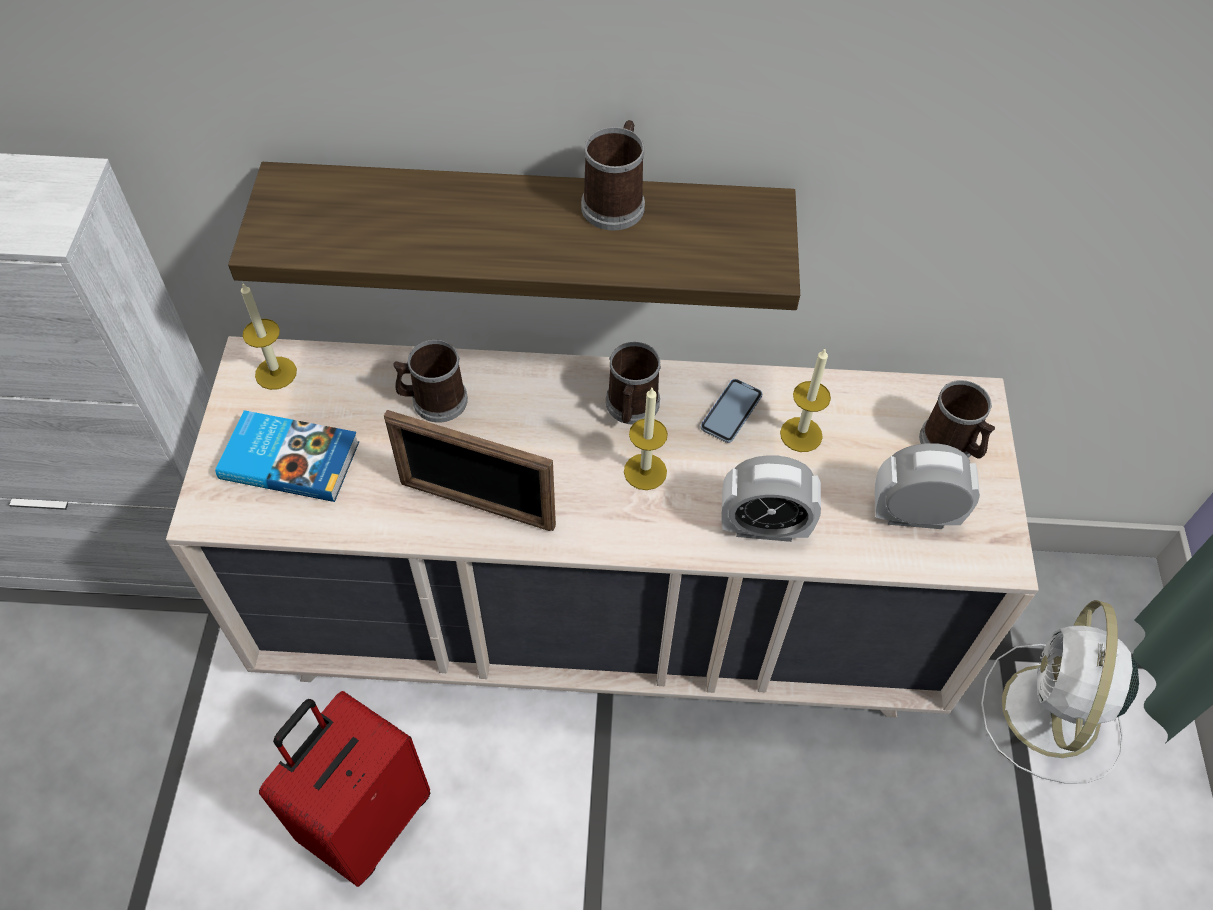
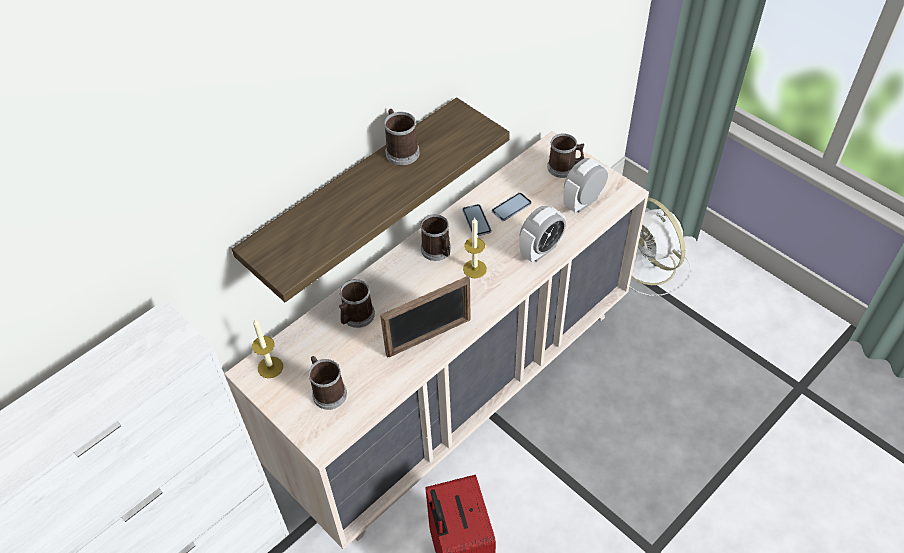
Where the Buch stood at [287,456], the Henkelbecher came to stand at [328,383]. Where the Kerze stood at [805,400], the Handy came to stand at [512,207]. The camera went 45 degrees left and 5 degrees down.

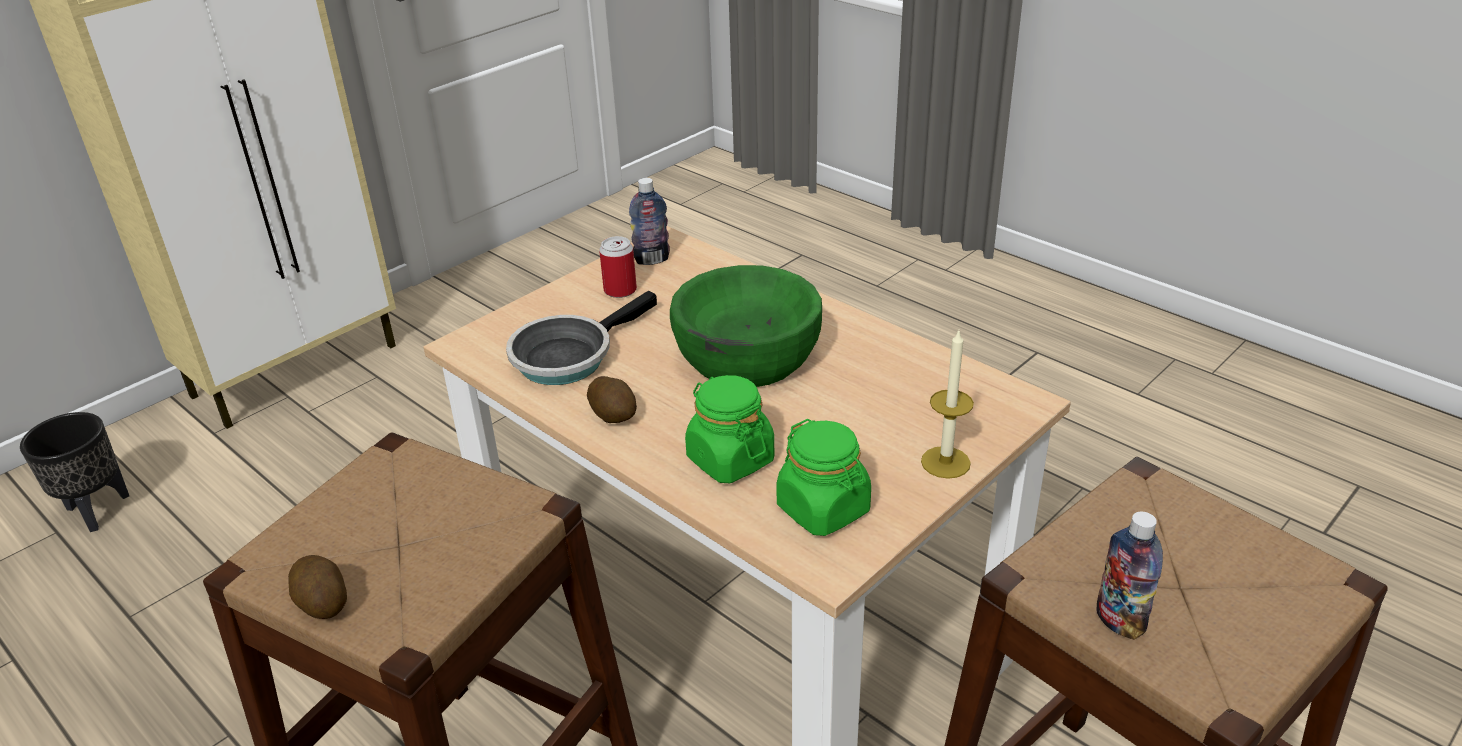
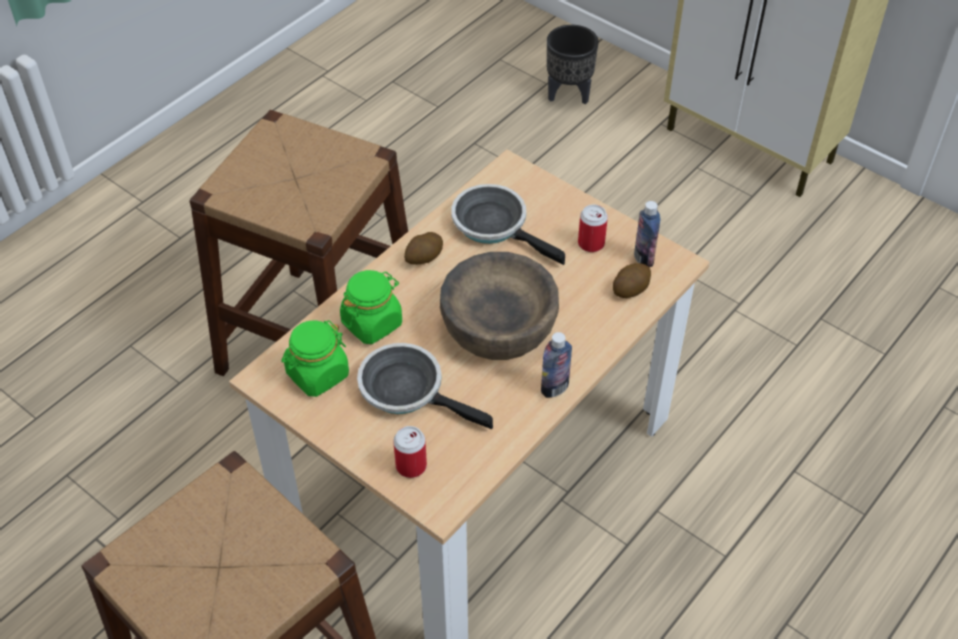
The second view gained the Pfanne at [425,386]. The second view gained the Dose at [410,452]. What was the Schüssel (grün) at [746,326] turned into the Schüssel (braun) at [499,306]. The Flasche ended up elsewhere, having gone from [1129,576] to [556,365]. The Kartoffel ended up elsewhere, having gone from [317,587] to [632,280]. The second view lost the Kerze at [947,404]. The camera went 85 degrees right and 15 degrees up.

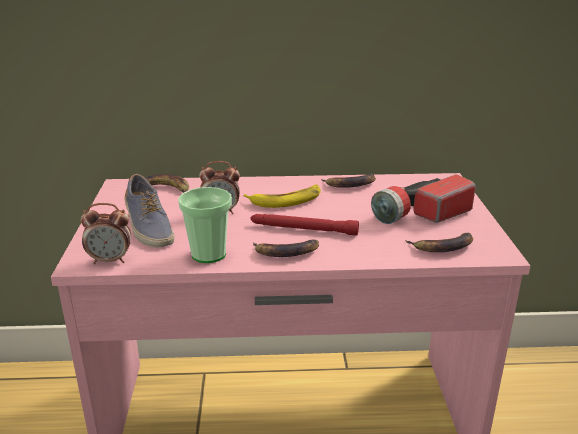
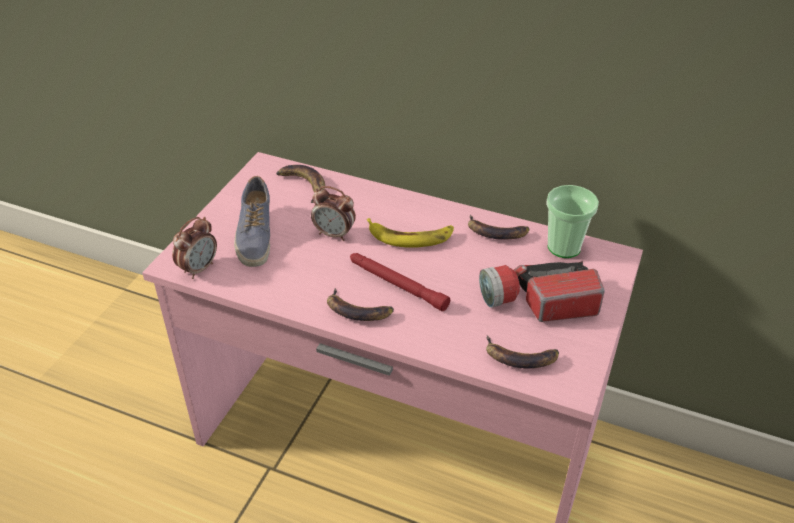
The Wecker at [106,233] ended up facing another way, 75 degrees counterclockwise from before. The Tasse ended up elsewhere, having gone from [205,225] to [572,221]. The camera went 25 degrees right and 15 degrees up.

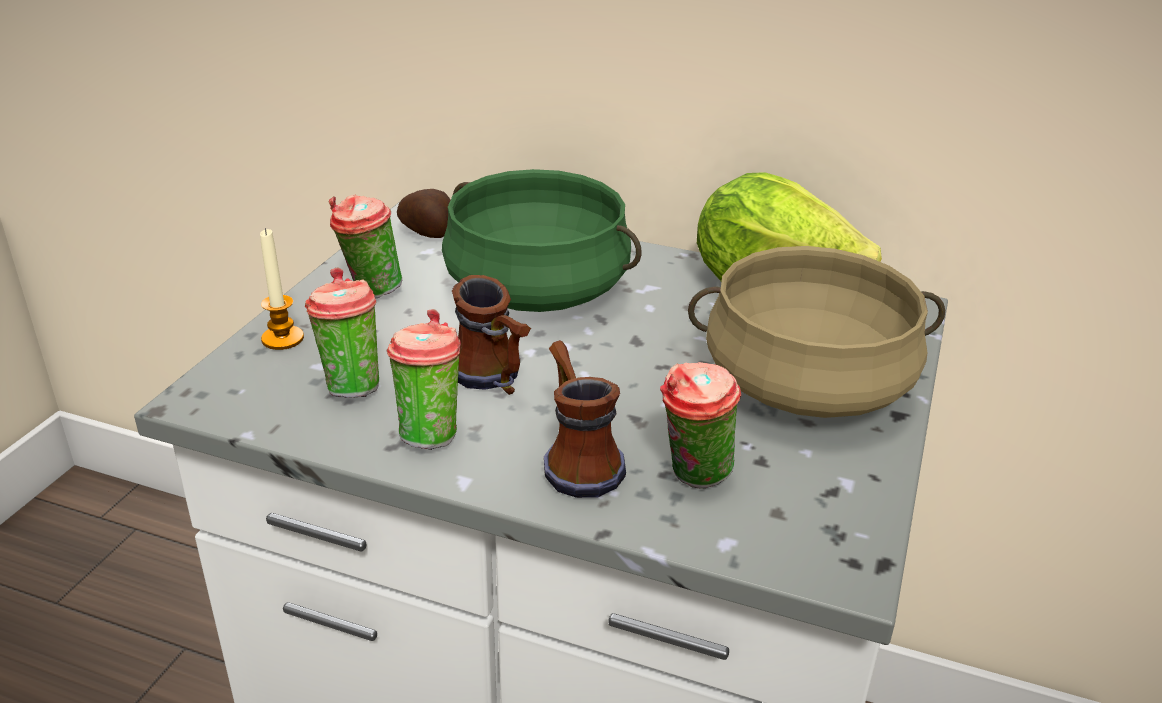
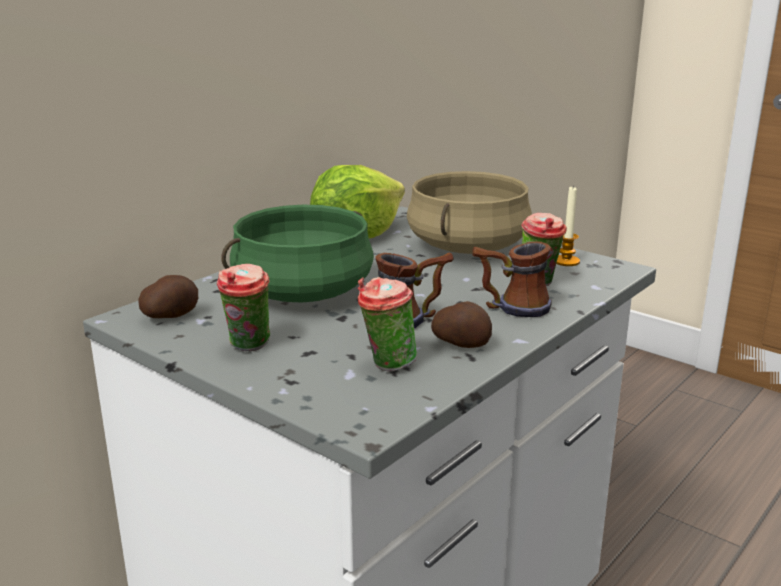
Where the Tasse stood at [423,379], the Kartoffel came to stand at [461,324]. The Kerze ended up elsewhere, having gone from [282,289] to [568,226]. The camera went 70 degrees left and 10 degrees down.

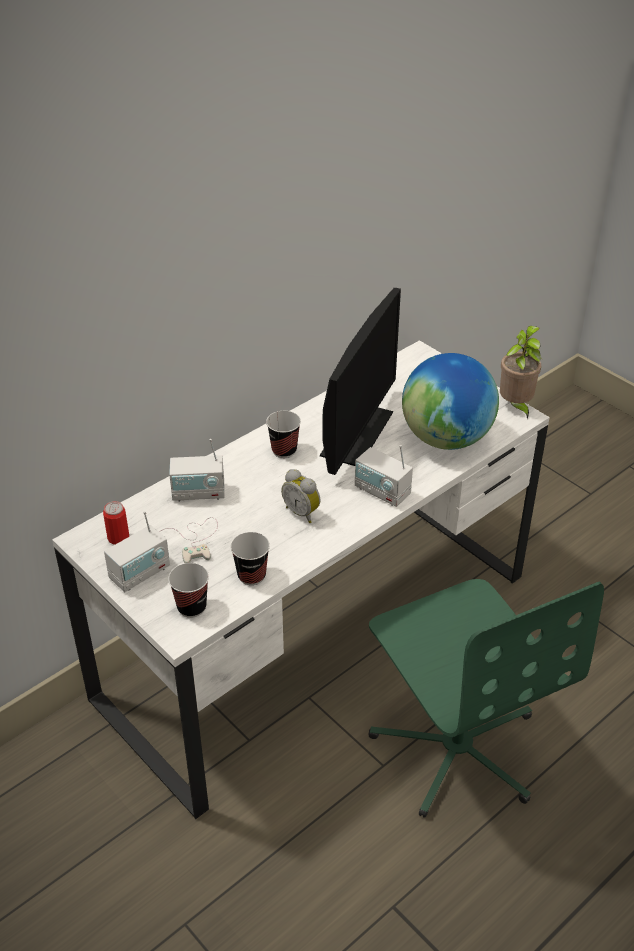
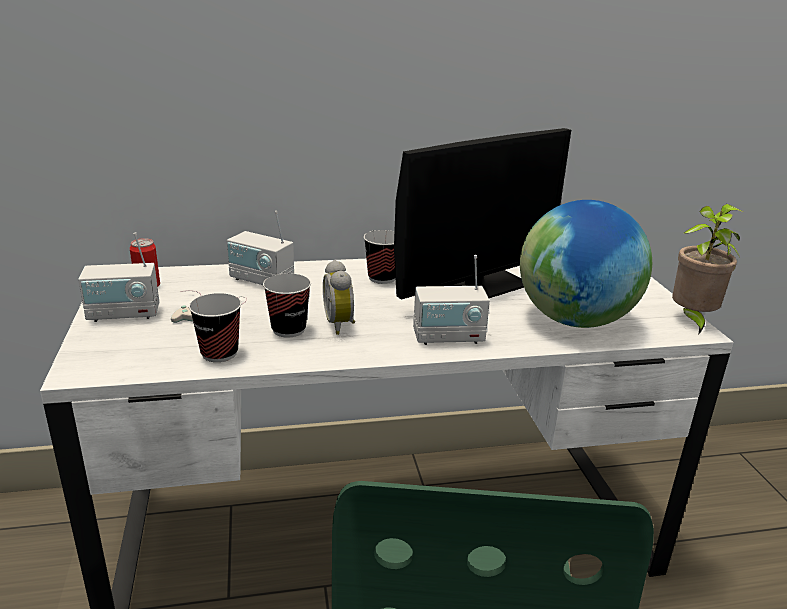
The Tasse ended up elsewhere, having gone from [188,590] to [287,305]. The Radio at [384,476] ended up facing another way, 75 degrees counterclockwise from before. The camera went 30 degrees right and 15 degrees down.

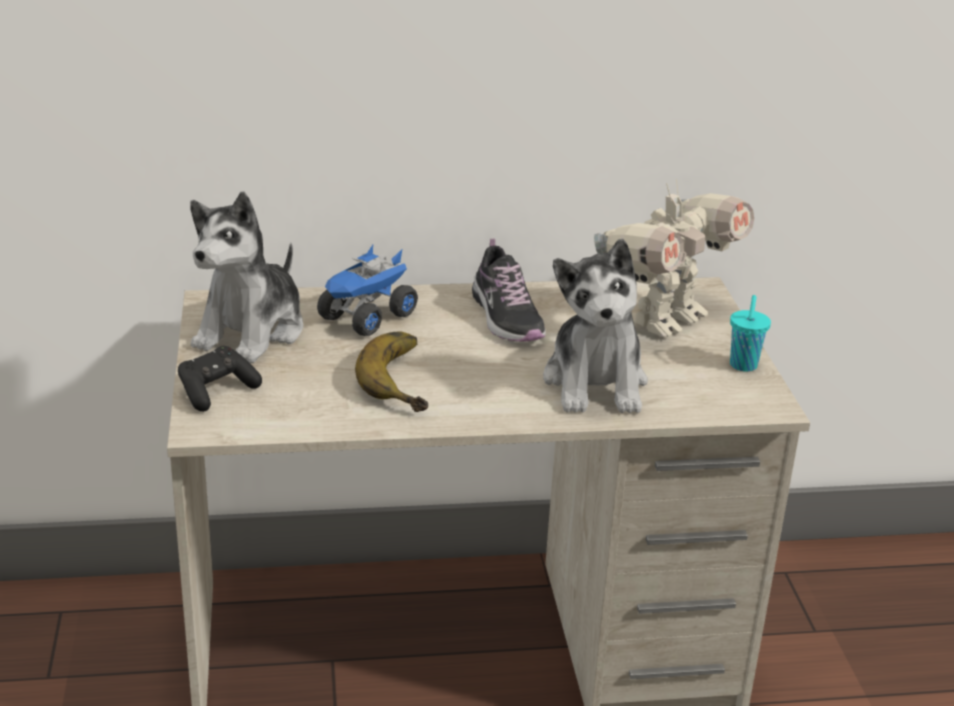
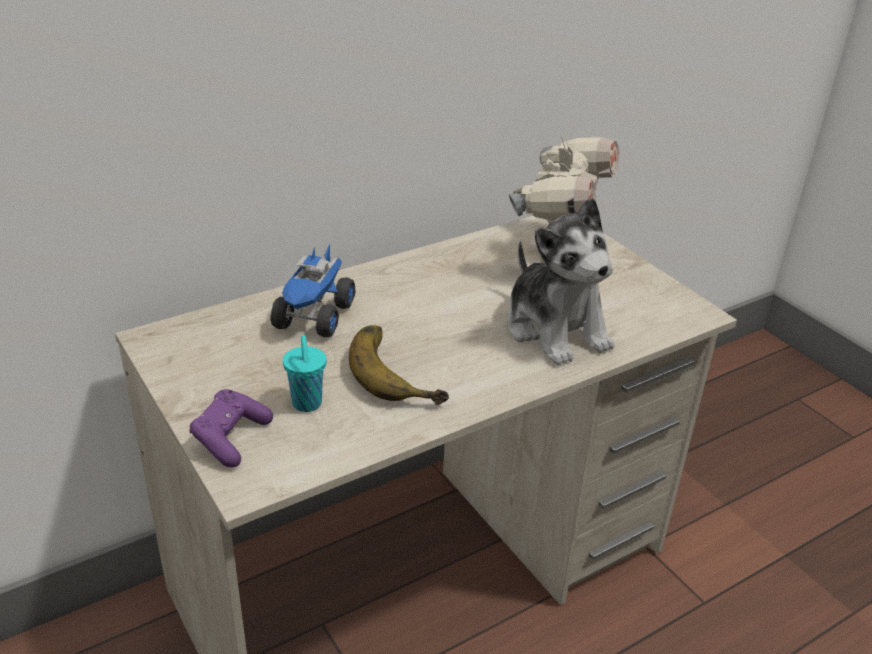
What was the Gamepad (schwarz) at [220,379] turned into the Gamepad (lila) at [231,428]. The Tasse (türkis) ended up elsewhere, having gone from [750,333] to [305,373]. The second view lost the Plüschtier at [246,277]. The second view lost the Schuh at [509,290]. The camera went 25 degrees left and 5 degrees up.

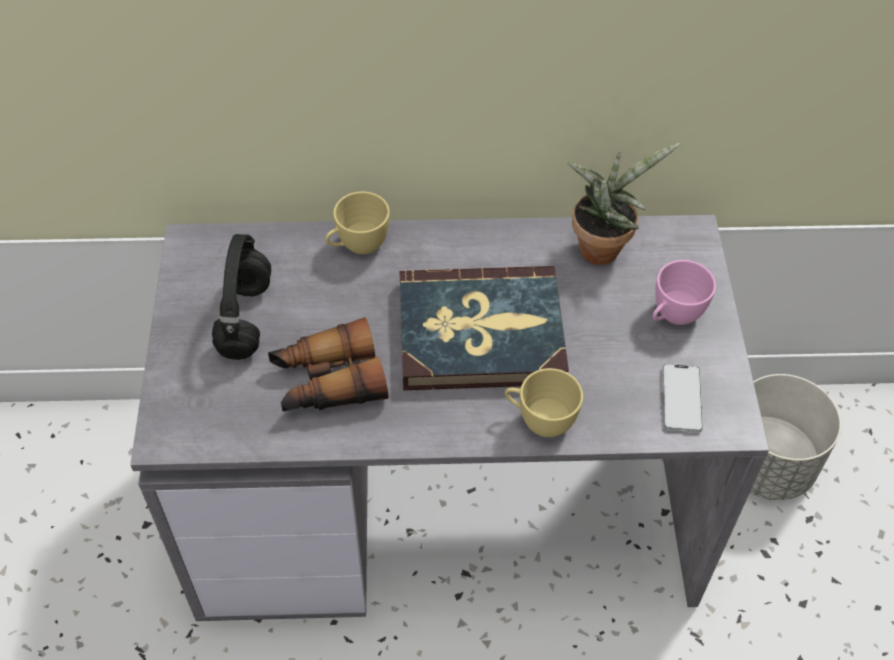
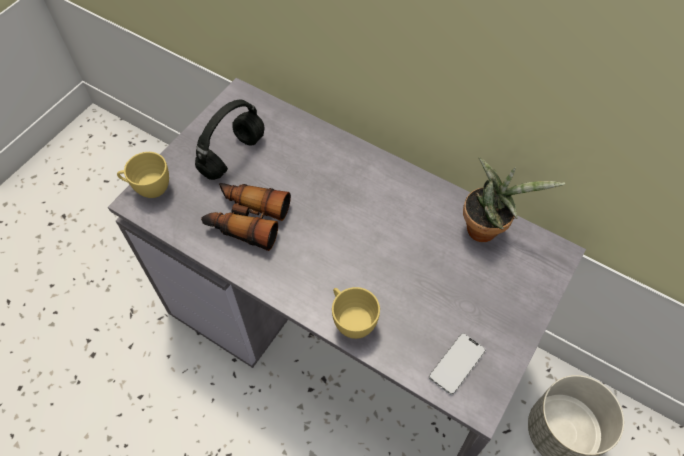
The Tasse (gelb) ended up elsewhere, having gone from [357,223] to [143,175]. The second view lost the Buch at [484,328]. The second view lost the Tasse (rosa) at [684,292]. The camera went 35 degrees right and 5 degrees up.

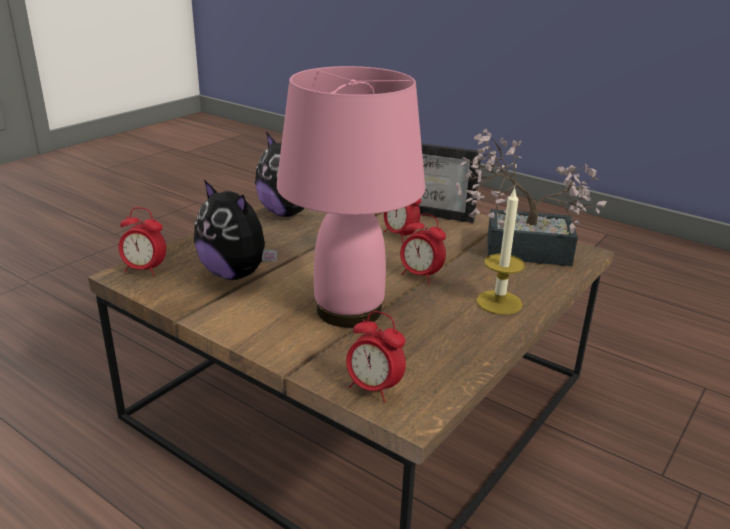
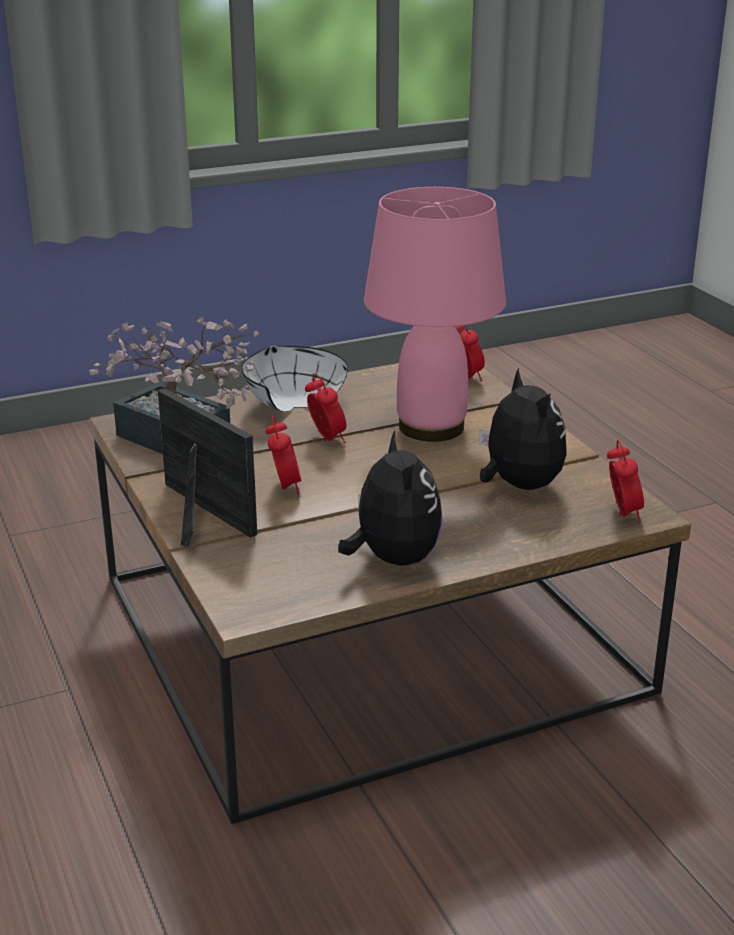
Where the Kerze stood at [500,251], the Schüssel (weiß) came to stand at [295,379]. The Wecker at [142,241] ended up facing another way, 45 degrees clockwise from before. The camera went 150 degrees left and 0 degrees up.

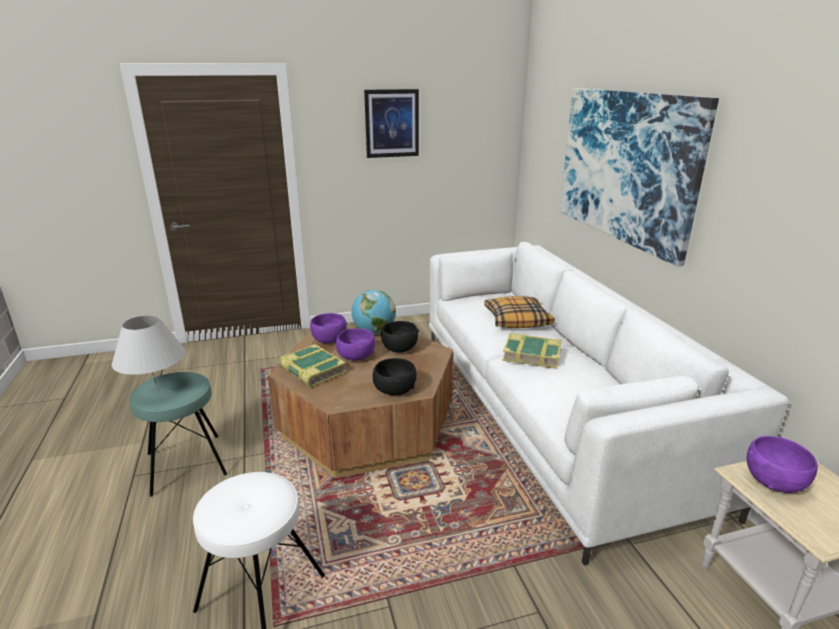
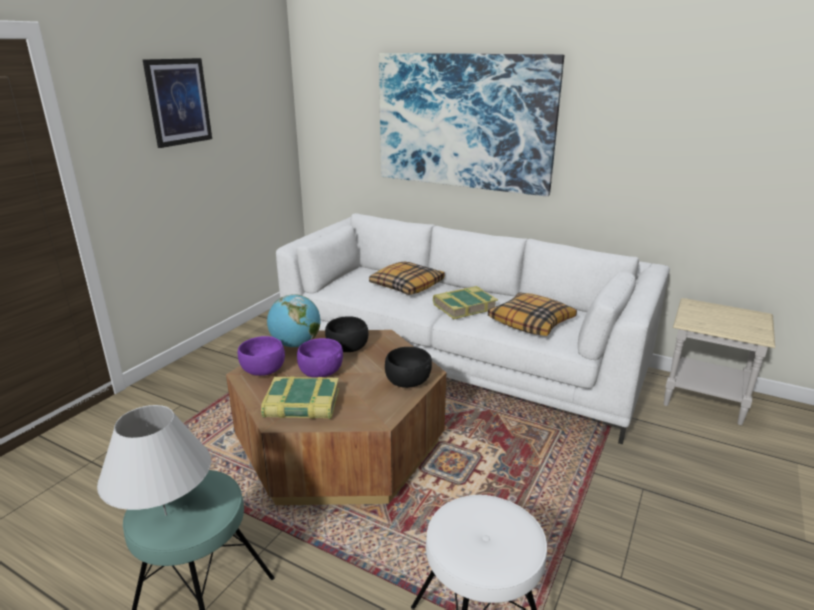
The second view gained the Kissen at [532,314]. The second view lost the Schüssel (lila) at [782,464]. The camera went 45 degrees left and 0 degrees up.

